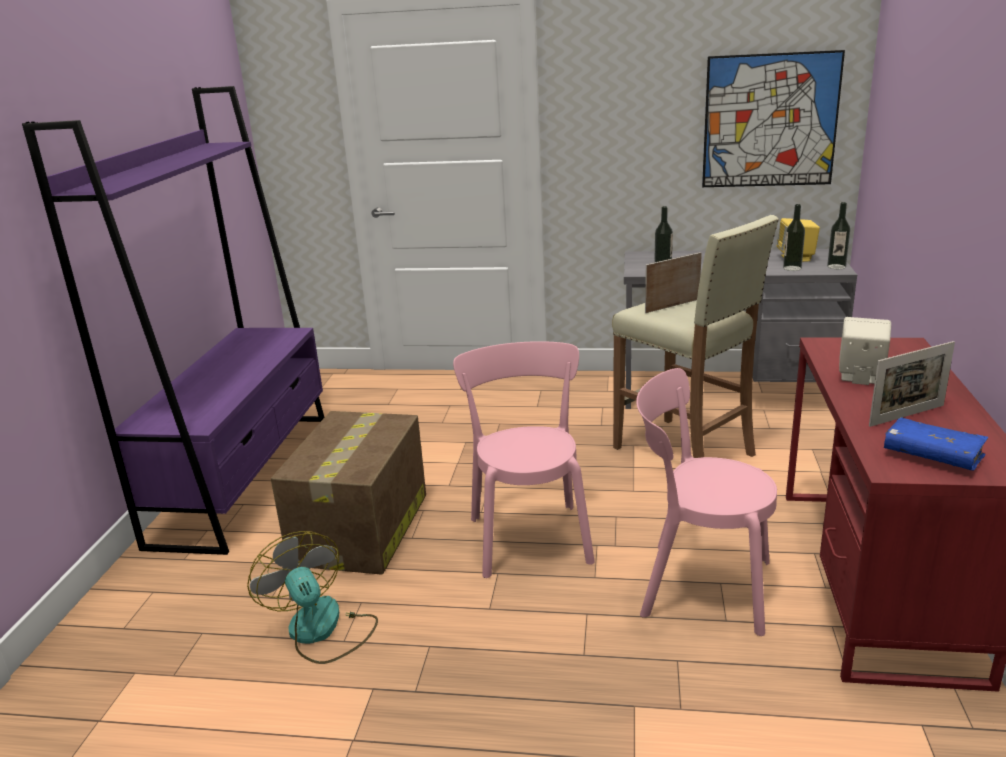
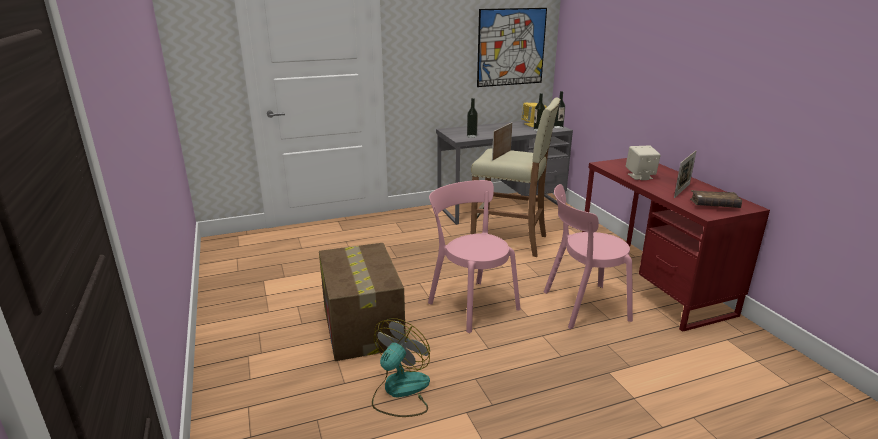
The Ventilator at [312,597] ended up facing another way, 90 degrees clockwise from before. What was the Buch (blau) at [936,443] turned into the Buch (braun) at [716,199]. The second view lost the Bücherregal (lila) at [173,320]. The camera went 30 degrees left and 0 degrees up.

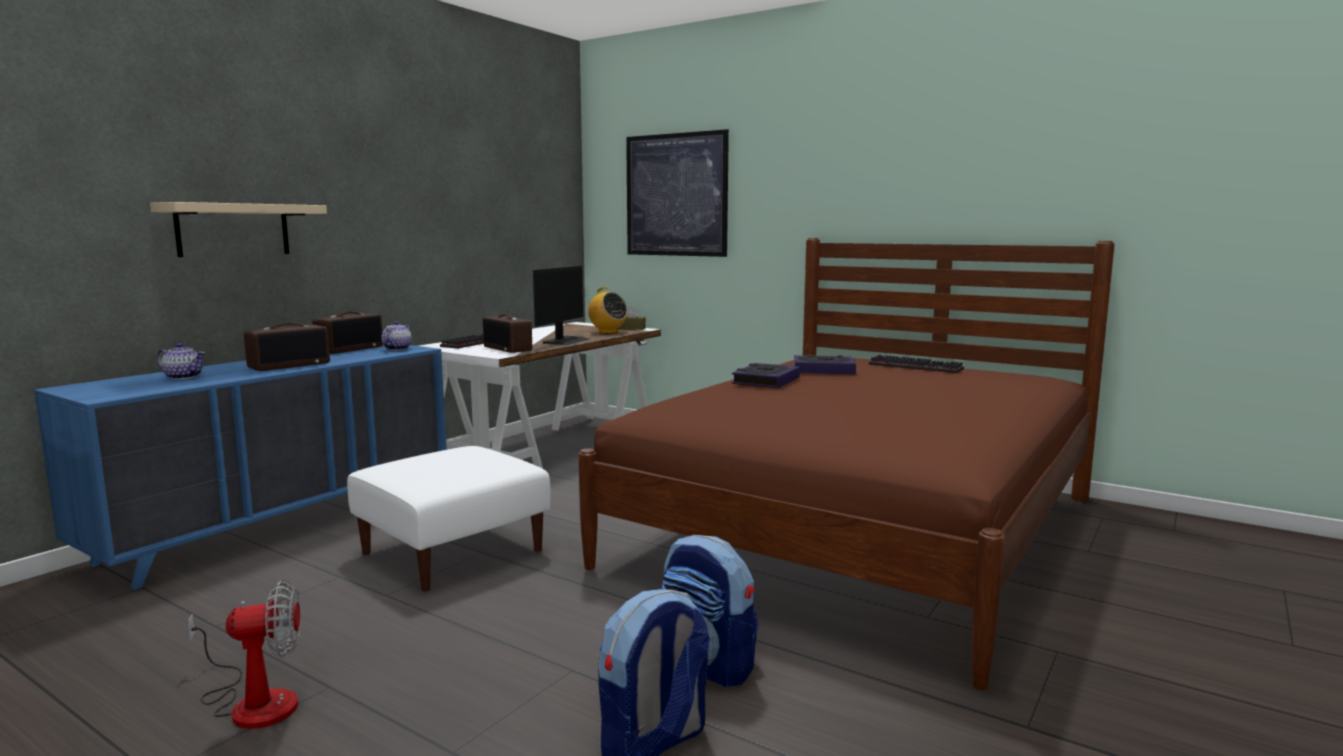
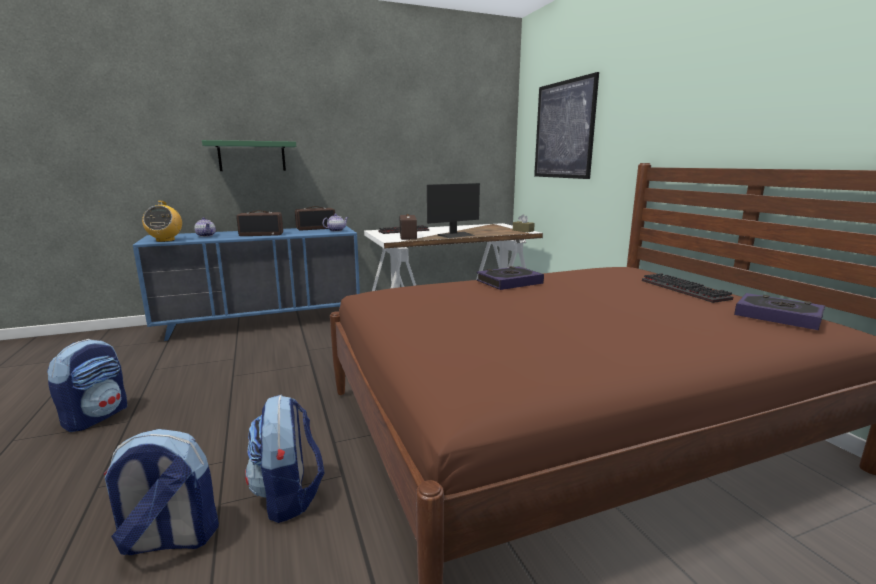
Where the Ventilator stood at [244,654], the Rucksack came to stand at [87,385]. The Radio ended up elsewhere, having gone from [607,310] to [162,221]. What was the Wandregal (beige) at [238,229] turned into the Wandregal (grün) at [249,155]. The Buch ended up elsewhere, having gone from [825,364] to [779,311]. The second view lost the Polsterhocker (weiß) at [449,518]. The camera went 35 degrees right and 5 degrees up.

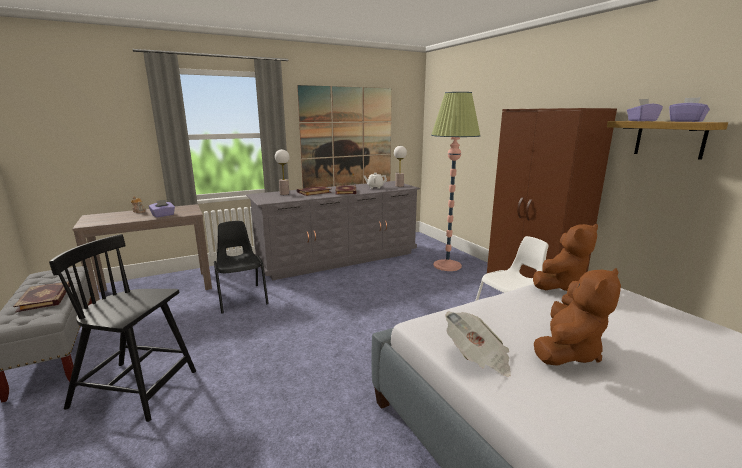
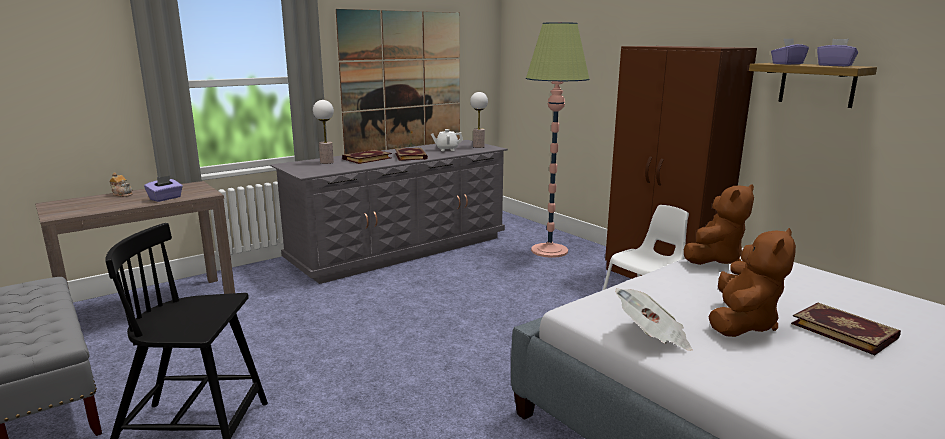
The Buch ended up elsewhere, having gone from [41,296] to [846,329]. The second view lost the Stuhl (schwarz) at [241,267]. The camera went 10 degrees left and 0 degrees up.

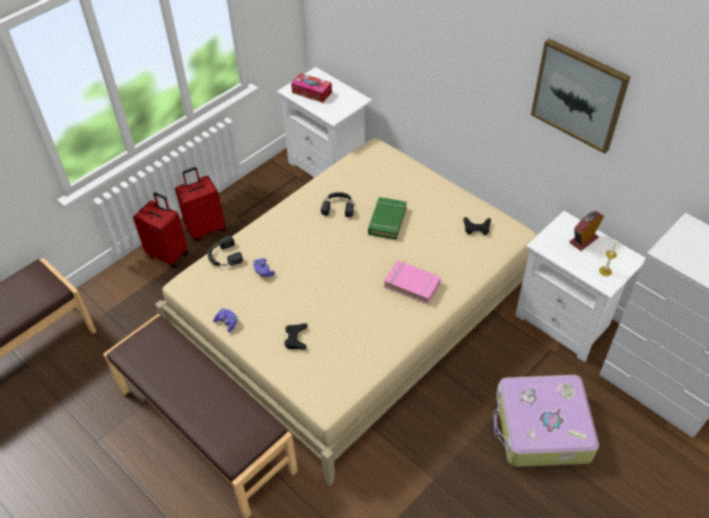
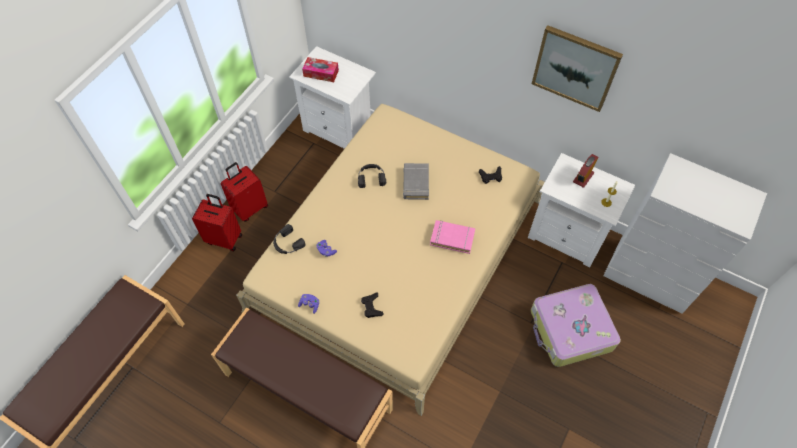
What was the Buch (grün) at [387,218] turned into the Buch (grau) at [416,181]. The camera went 15 degrees left and 10 degrees up.

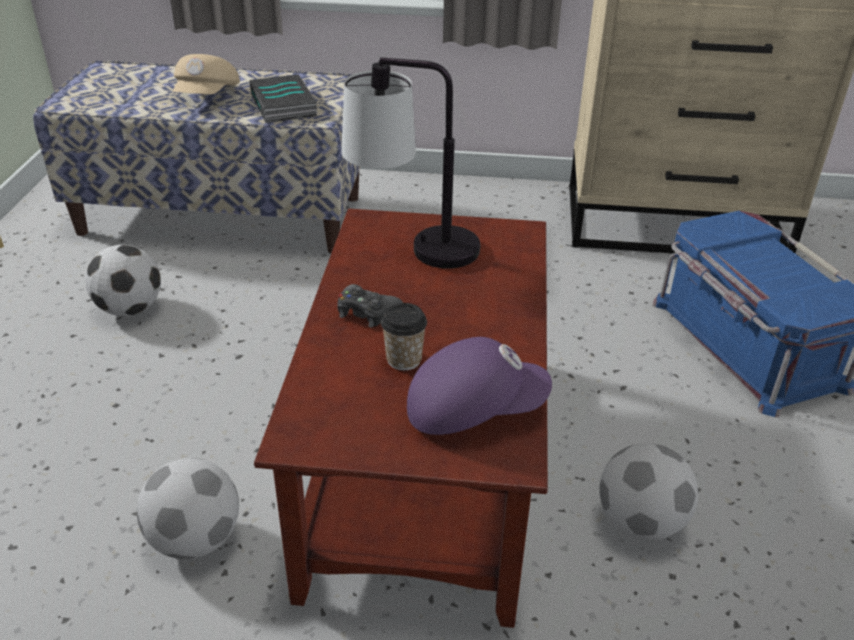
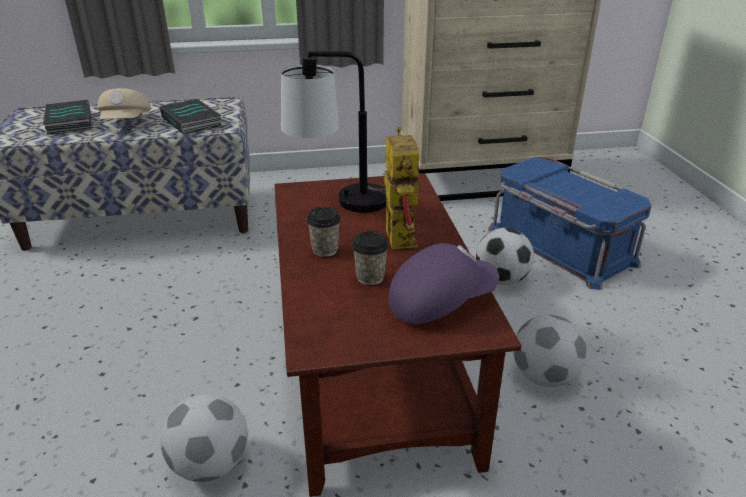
The second view gained the Buch at [67,117]. Where the Gamepad (schwarz) stood at [370,306], the Tasse came to stand at [324,232]. The second view gained the Spielzeugroboter at [393,188]. The Fußball ended up elsewhere, having gone from [123,280] to [505,256]. The camera went 15 degrees left and 5 degrees down.

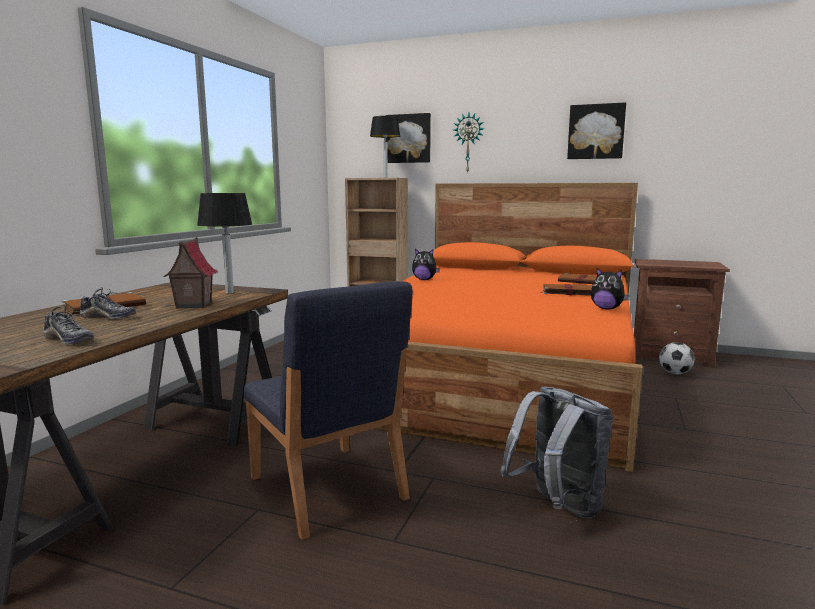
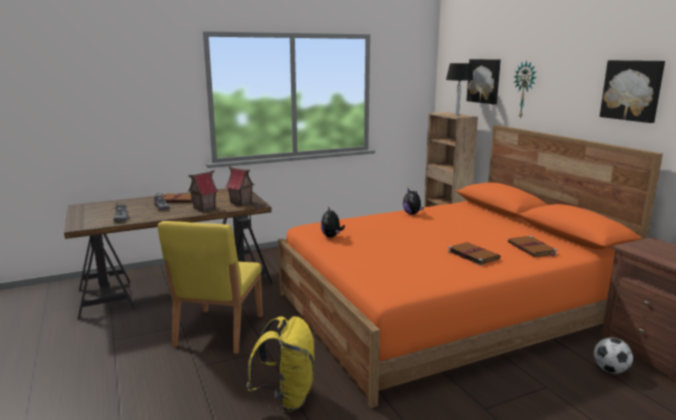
What was the Stuhl (blau) at [328,410] turned into the Stuhl (gelb) at [210,287]. Where the Tischlampe stood at [224,243], the Spielzeughaus came to stand at [239,186]. What was the Rucksack (grau) at [556,452] turned into the Rucksack (gelb) at [281,364]. The Plüschtier ended up elsewhere, having gone from [610,288] to [333,222]. The camera went 45 degrees right and 5 degrees up.

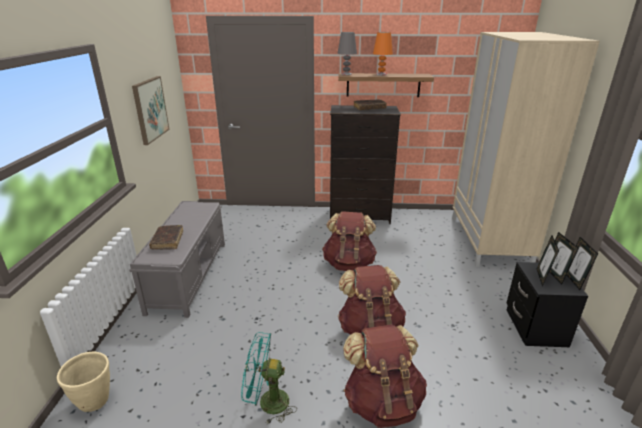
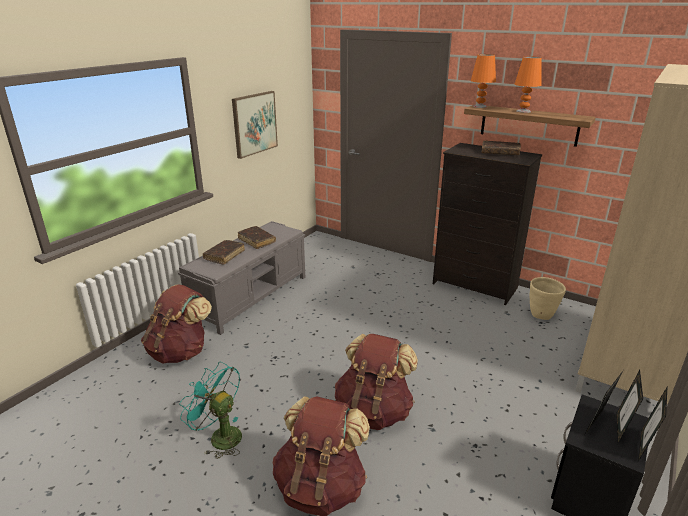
The Rucksack (braun) ended up elsewhere, having gone from [349,241] to [176,323]. The second view gained the Buch (braun) at [257,237]. What was the Tischlampe (grau) at [347,53] turned into the Tischlampe (orange) at [483,81]. The Pflanzkübel (beige) ended up elsewhere, having gone from [83,382] to [548,298]. The camera went 30 degrees right and 0 degrees up.

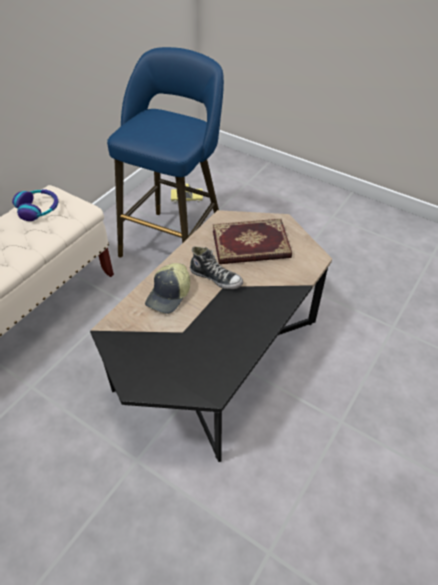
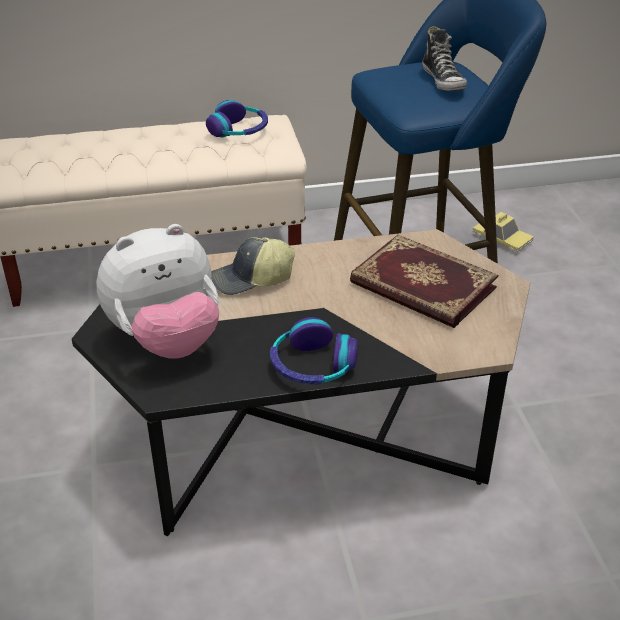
The second view gained the Plüschtier at [157,291]. The second view gained the Kopfhörer at [314,351]. The Schuh ended up elsewhere, having gone from [216,268] to [444,58]. The camera went 45 degrees right and 10 degrees down.

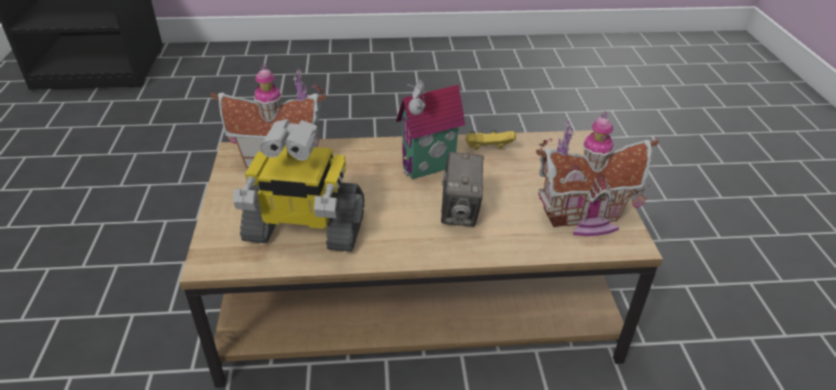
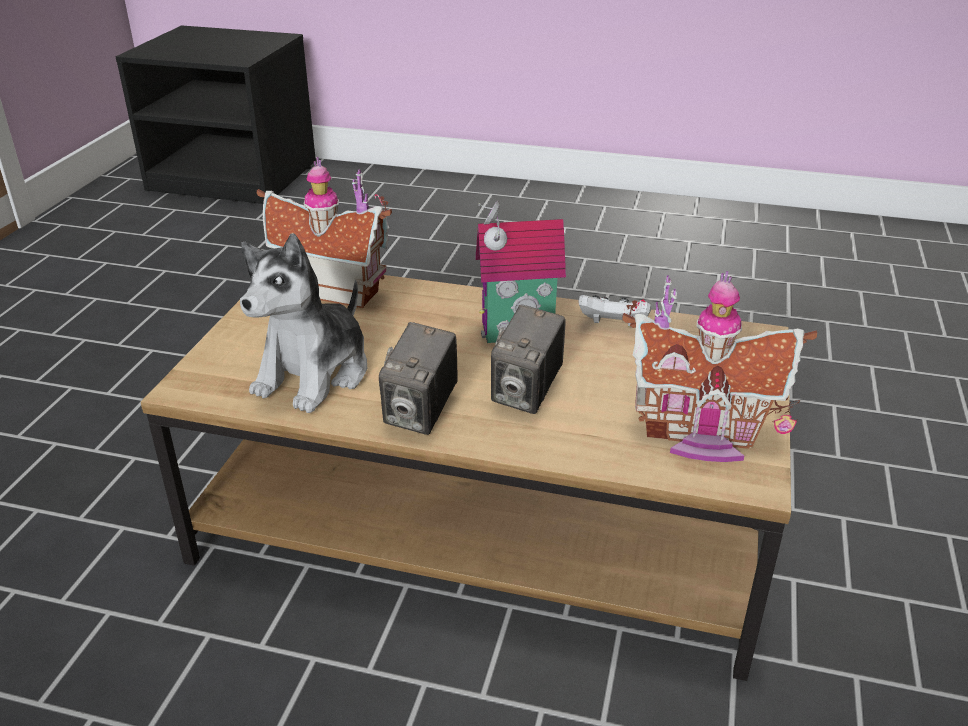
Where the Spielzeugroboter stood at [298,185], the Plüschtier came to stand at [303,323]. The second view gained the Kamera at [418,378]. What was the Gamepad (gelb) at [491,140] turned into the Gamepad (weiß) at [614,311]. The camera went 20 degrees right and 5 degrees down.

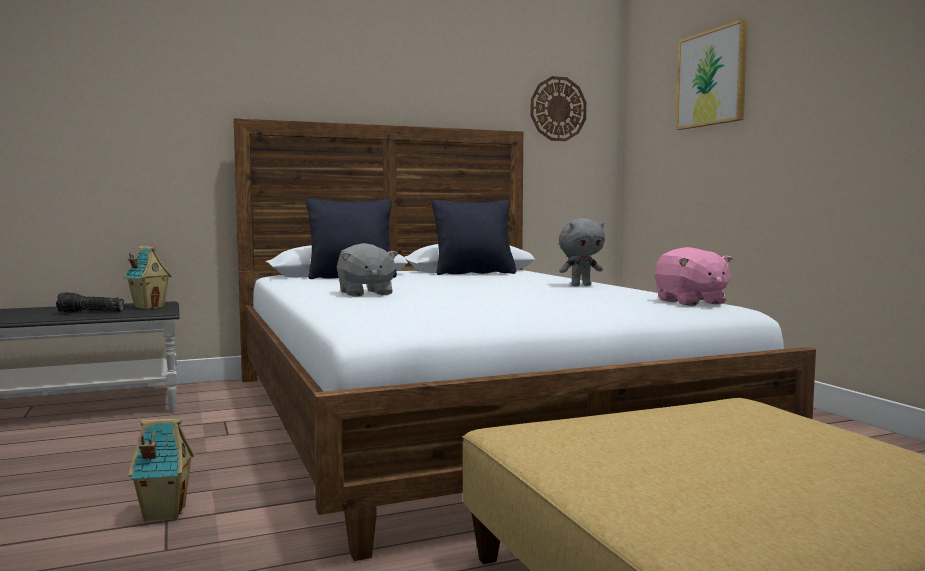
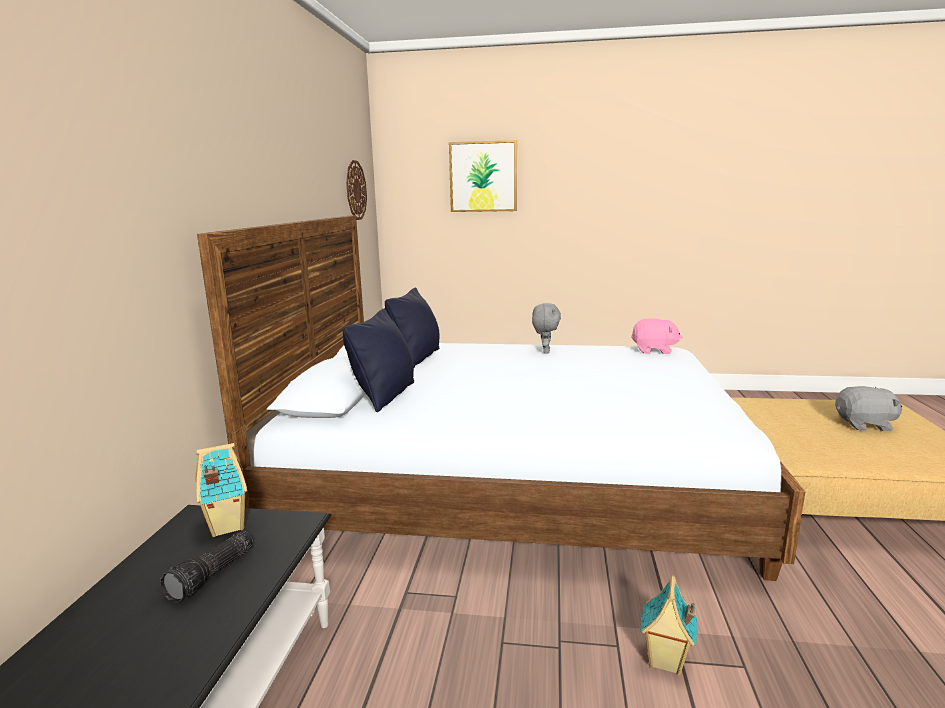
The Plüschtier (grau) ended up elsewhere, having gone from [367,270] to [869,408]. The camera went 60 degrees left and 10 degrees up.

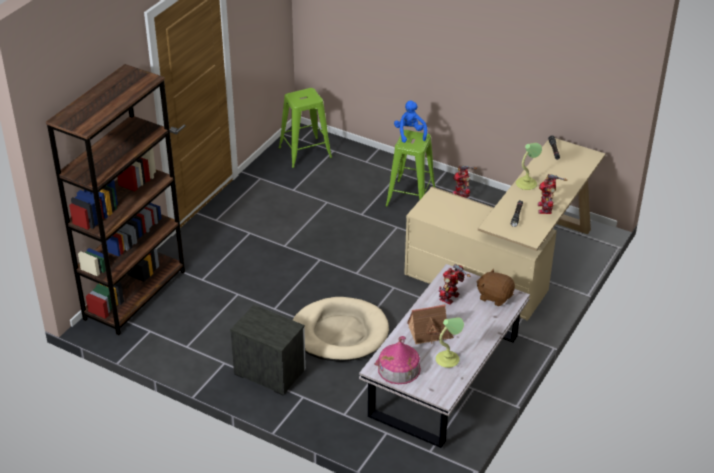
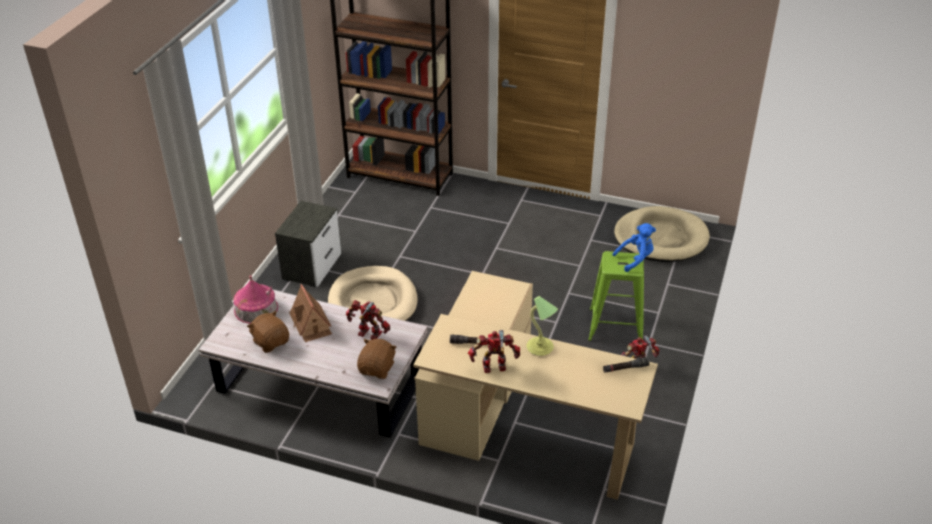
Where the Tischlampe stood at [450,342], the Plüschtier (braun) came to stand at [268,332]. Where the Hocker (grün) stood at [305,128], the Hundebett (beige) came to stand at [662,234]. The camera went 80 degrees right and 0 degrees up.

